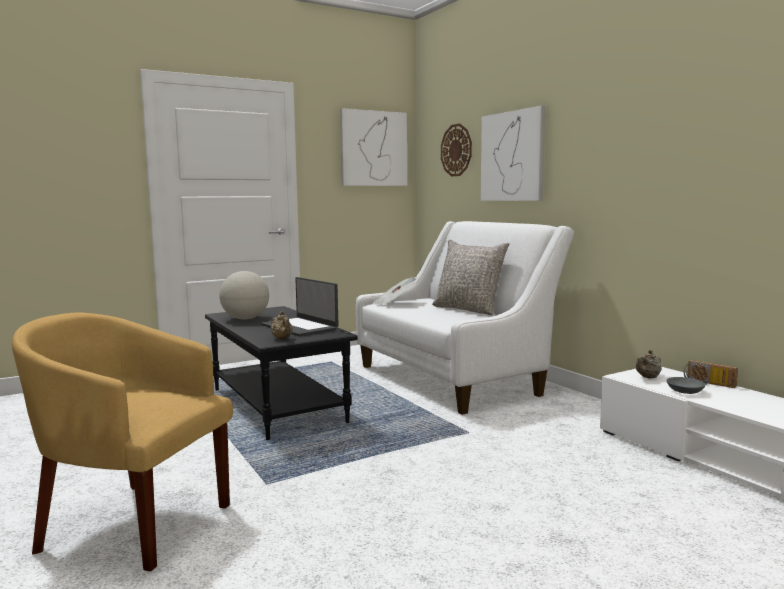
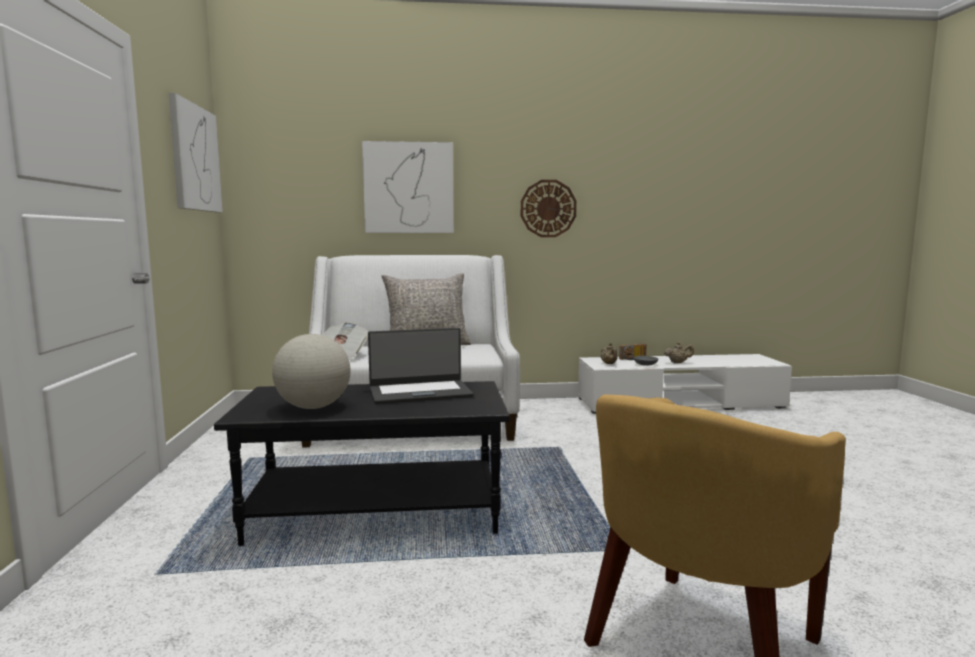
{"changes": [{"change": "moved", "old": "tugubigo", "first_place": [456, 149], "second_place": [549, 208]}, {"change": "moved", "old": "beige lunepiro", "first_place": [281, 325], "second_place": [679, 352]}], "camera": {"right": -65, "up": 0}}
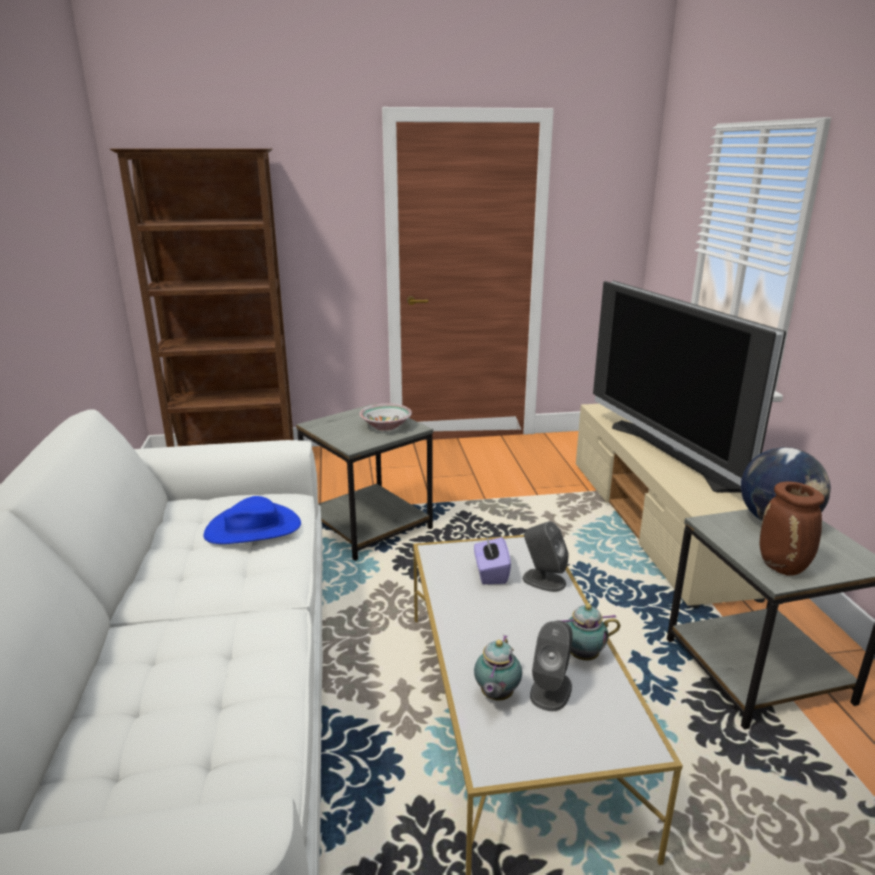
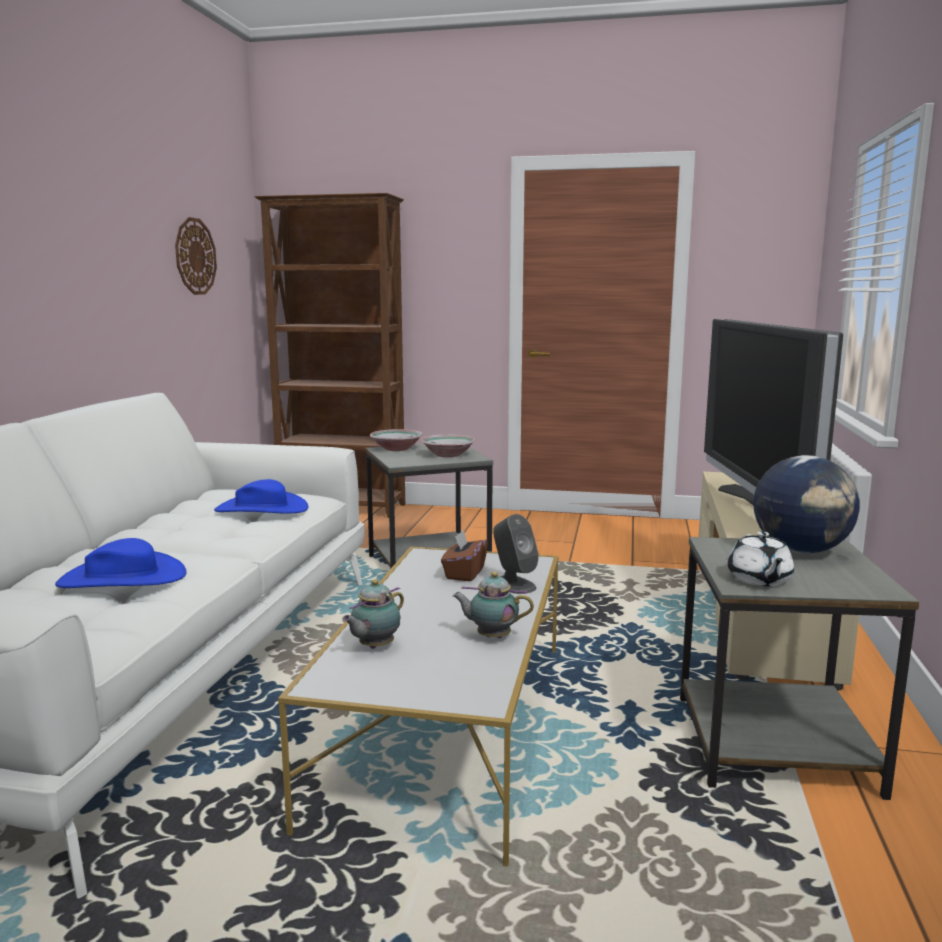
{"changes": [{"change": "replaced", "old": "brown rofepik", "new": "white lunepiro", "first_place": [792, 529], "second_place": [761, 558]}, {"change": "recoloured", "old": "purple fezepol", "new": "brown fezepol", "first_place": [492, 559], "second_place": [464, 555]}, {"change": "removed", "old": "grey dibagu", "first_place": [551, 666]}, {"change": "added", "new": "tugubigo", "second_place": [196, 256]}, {"change": "added", "new": "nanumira", "second_place": [396, 440]}, {"change": "added", "new": "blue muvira", "second_place": [121, 563]}], "camera": {"right": 20, "up": -10}}
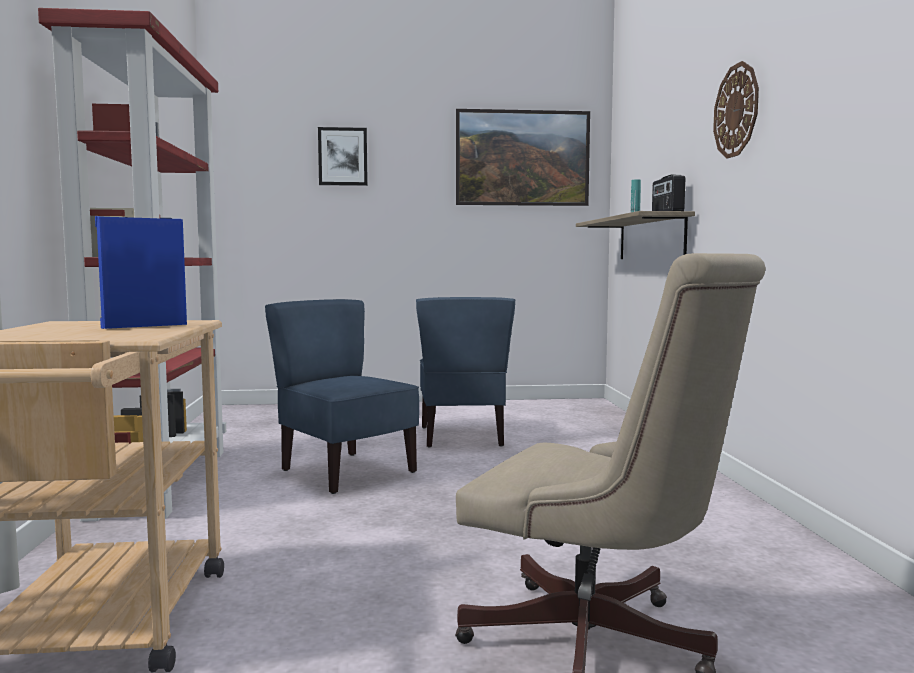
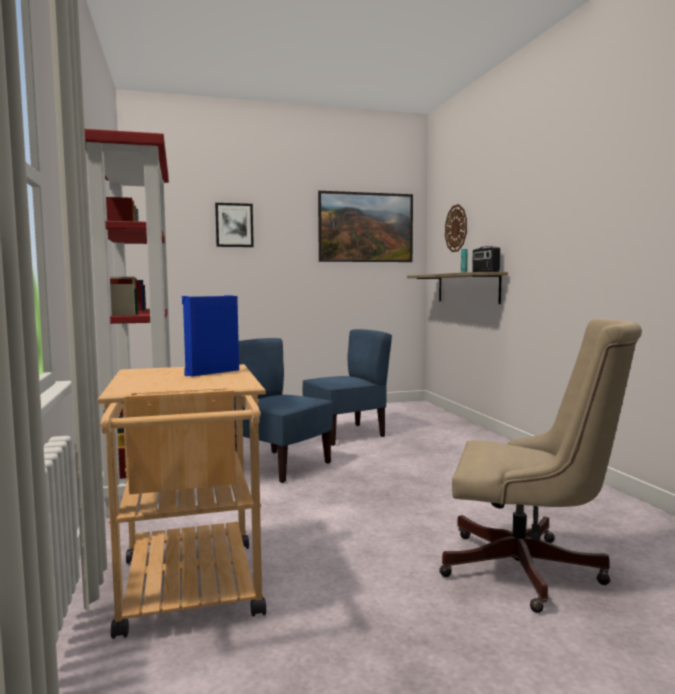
{"changes": [{"change": "moved", "old": "tugubigo", "first_place": [736, 110], "second_place": [456, 228]}, {"change": "turned", "old": "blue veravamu", "first_place": [465, 372], "second_place": [347, 387], "degrees": -105}], "camera": {"right": -10, "up": 0}}
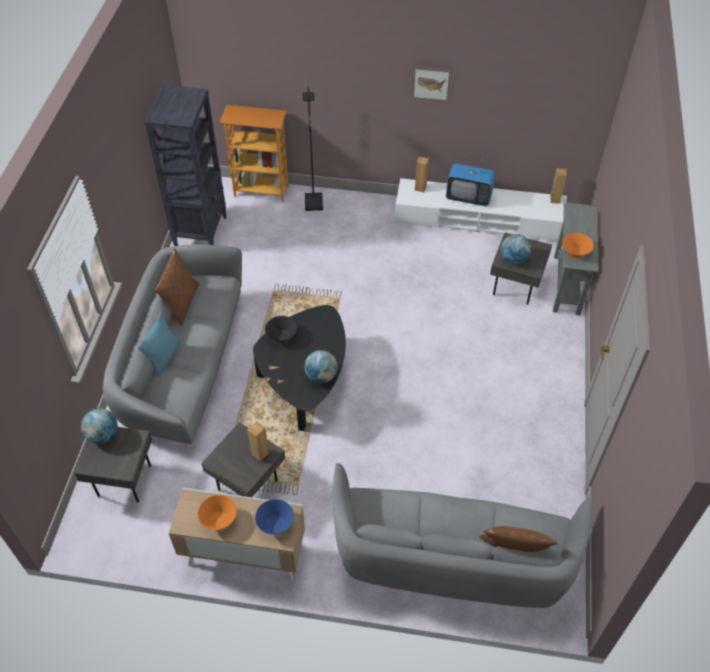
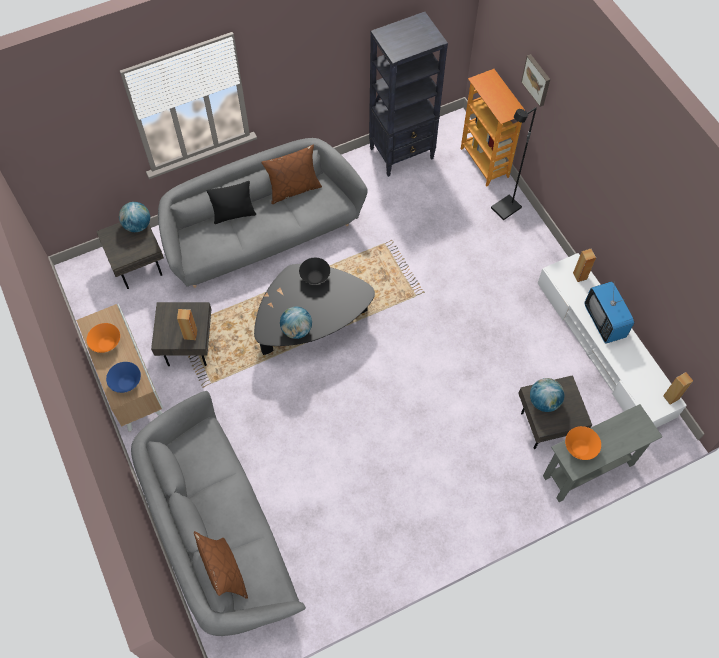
{"changes": [{"change": "moved", "old": "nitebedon", "first_place": [431, 83], "second_place": [535, 80]}, {"change": "recoloured", "old": "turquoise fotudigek", "new": "black fotudigek", "first_place": [159, 345], "second_place": [231, 202]}], "camera": {"right": 55, "up": 10}}
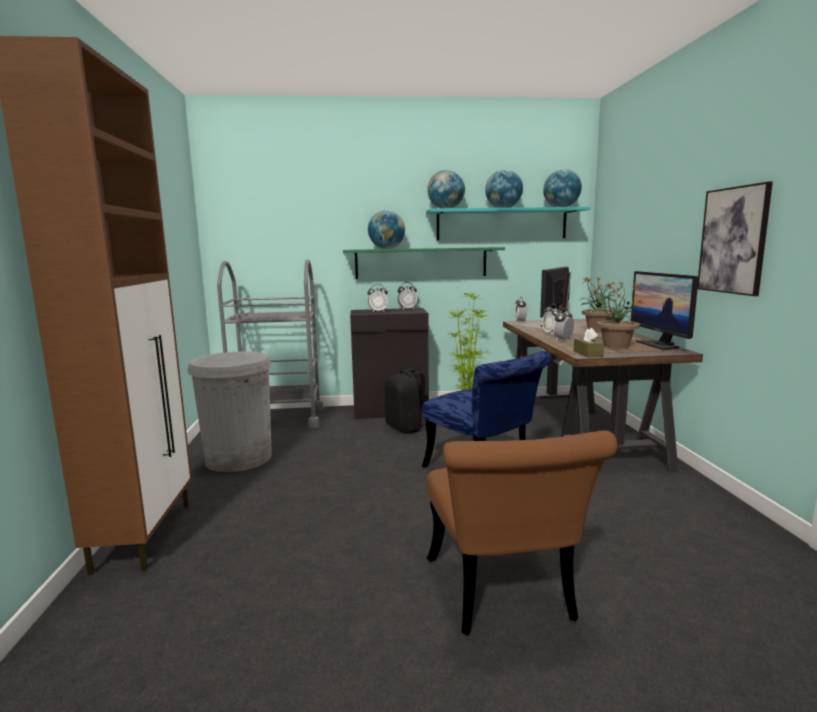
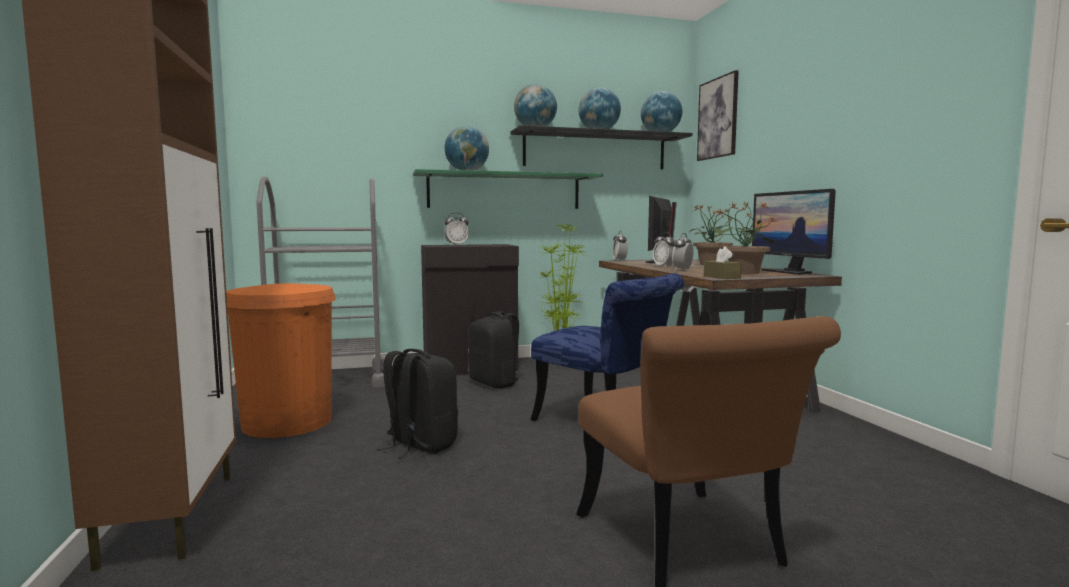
{"changes": [{"change": "moved", "old": "nitebedon", "first_place": [735, 238], "second_place": [718, 115]}, {"change": "recoloured", "old": "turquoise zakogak", "new": "black zakogak", "first_place": [508, 223], "second_place": [601, 147]}, {"change": "removed", "old": "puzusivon", "first_place": [407, 296]}, {"change": "recoloured", "old": "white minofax", "new": "orange minofax", "first_place": [229, 411], "second_place": [281, 360]}, {"change": "added", "new": "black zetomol", "second_place": [417, 404]}], "camera": {"right": -10, "up": -5}}
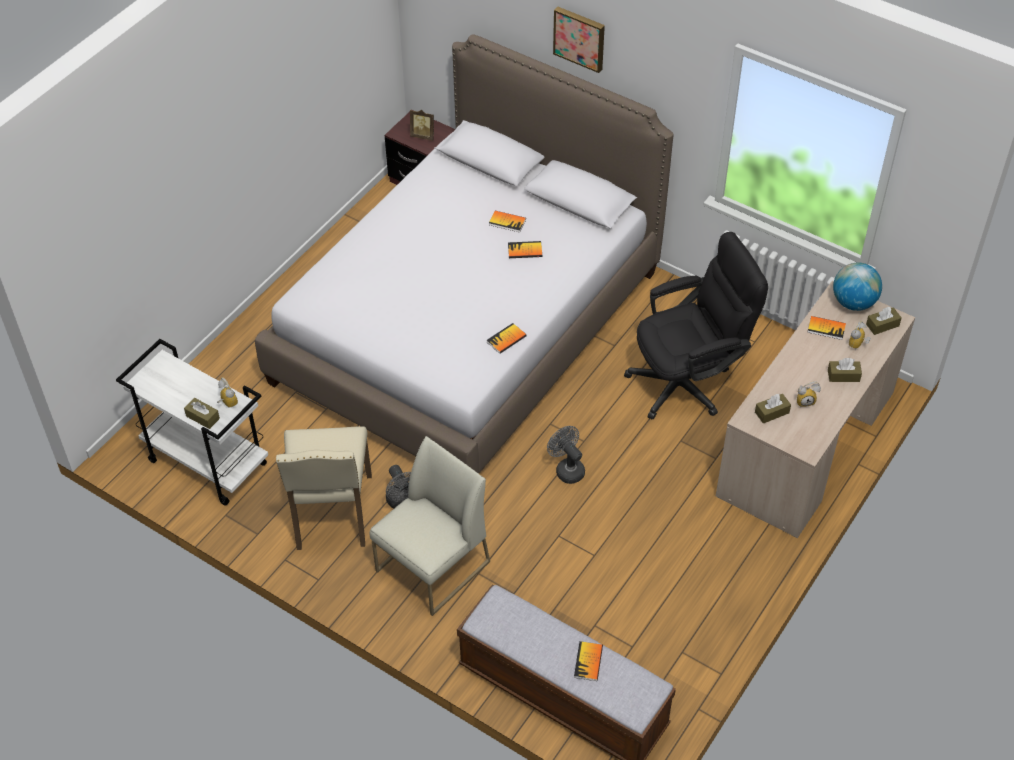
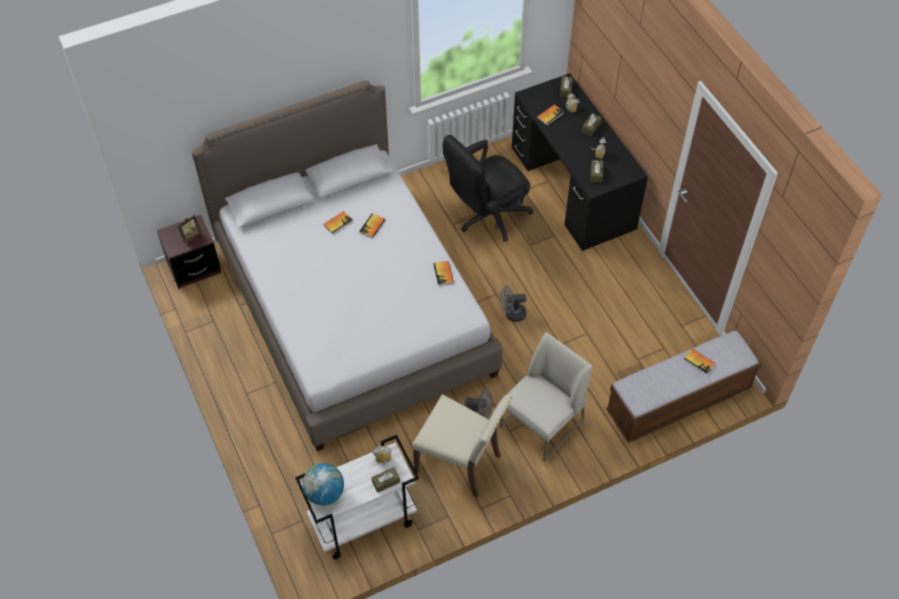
{"changes": [{"change": "removed", "old": "nitebedon", "first_place": [579, 40]}, {"change": "turned", "old": "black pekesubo", "first_place": [696, 326], "second_place": [488, 188], "degrees": -135}, {"change": "moved", "old": "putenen", "first_place": [857, 287], "second_place": [323, 484]}, {"change": "recoloured", "old": "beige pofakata", "new": "black pofakata", "first_place": [815, 409], "second_place": [580, 162]}, {"change": "turned", "old": "white veravamu", "first_place": [430, 526], "second_place": [546, 397], "degrees": 60}], "camera": {"right": -60, "up": 5}}
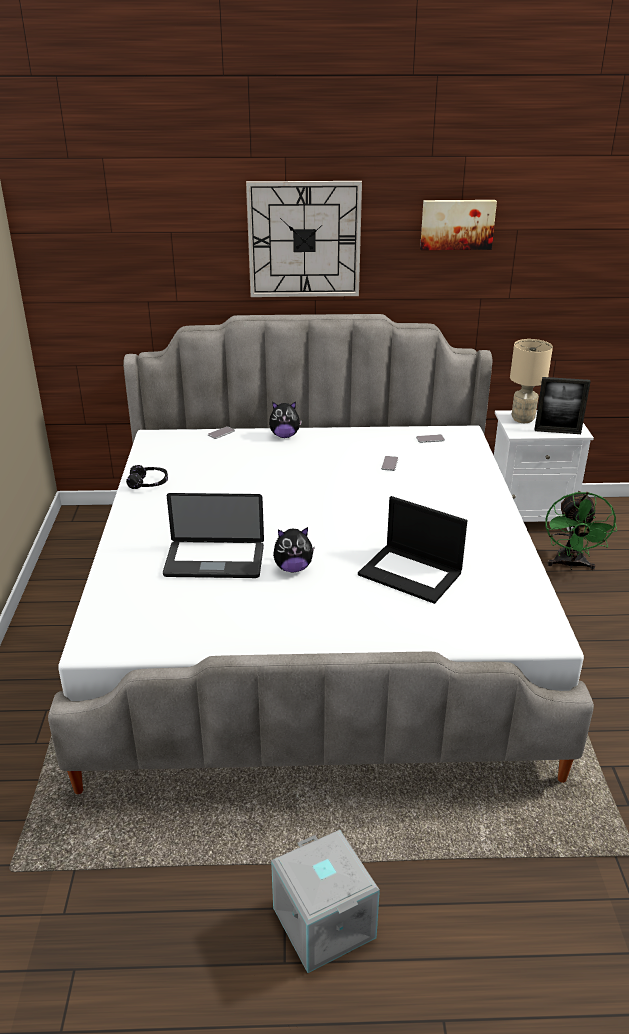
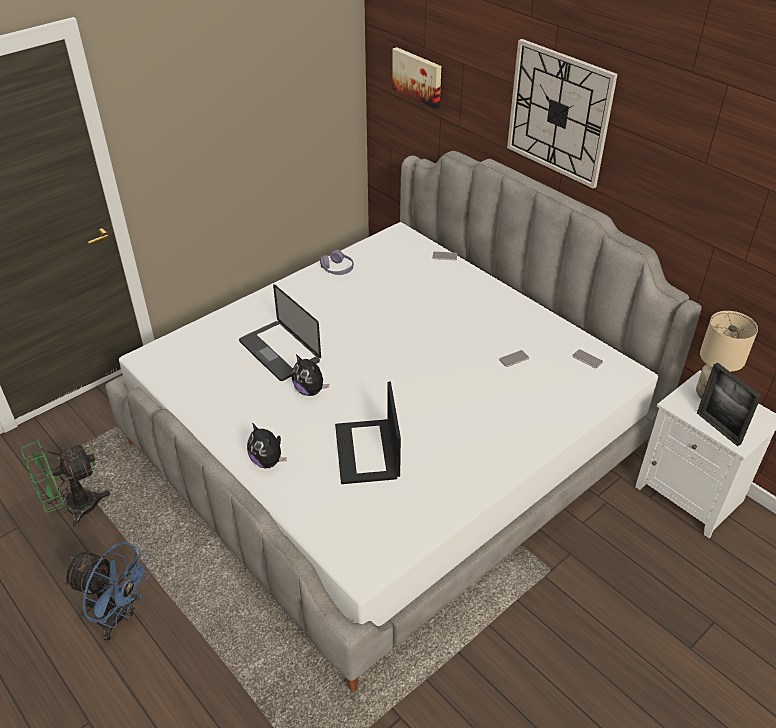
{"changes": [{"change": "moved", "old": "nitebedon", "first_place": [458, 225], "second_place": [416, 78]}, {"change": "moved", "old": "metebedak", "first_place": [285, 419], "second_place": [267, 445]}, {"change": "recoloured", "old": "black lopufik", "new": "purple lopufik", "first_place": [147, 477], "second_place": [337, 262]}, {"change": "moved", "old": "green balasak", "first_place": [581, 530], "second_place": [65, 483]}, {"change": "replaced", "old": "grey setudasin", "new": "blue balasak", "first_place": [325, 901], "second_place": [107, 591]}], "camera": {"right": 50, "up": 10}}
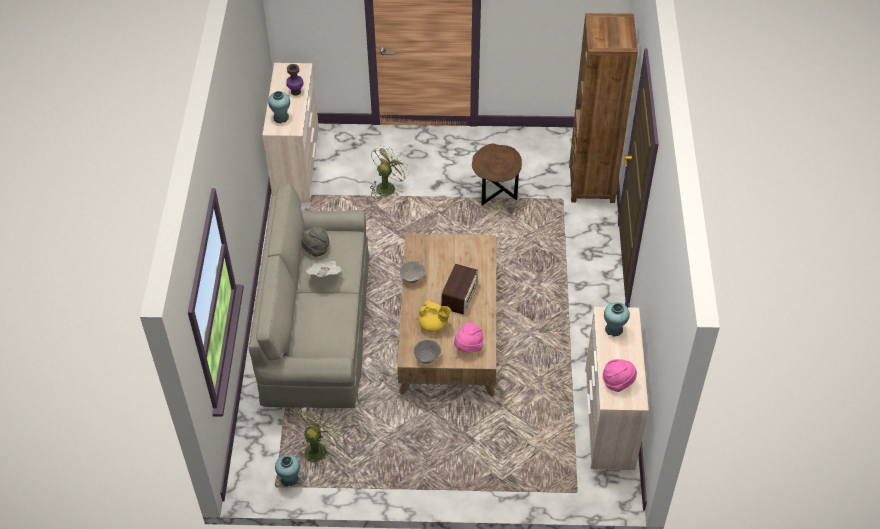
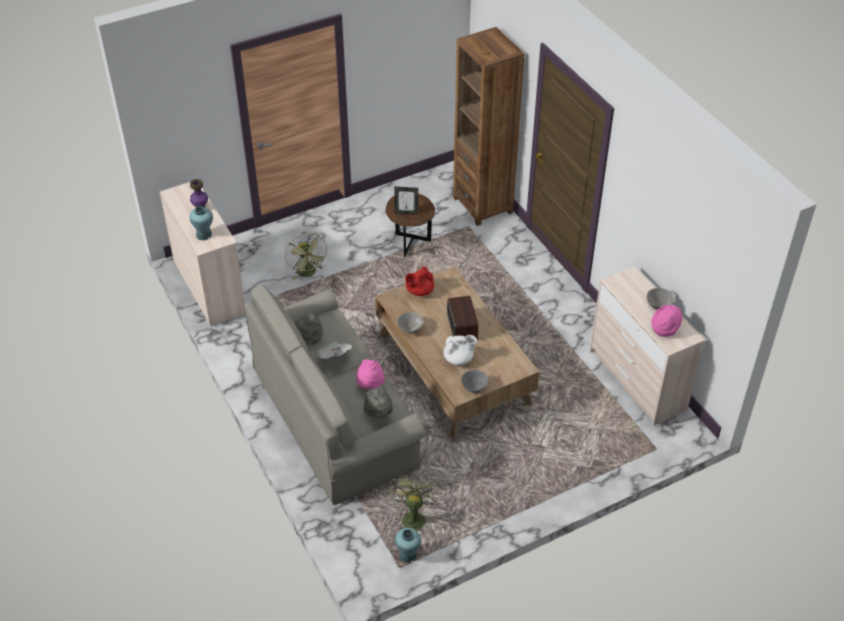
{"changes": [{"change": "turned", "old": "green balasak", "first_place": [389, 170], "second_place": [306, 256], "degrees": 150}, {"change": "recoloured", "old": "yellow lunepiro", "new": "white lunepiro", "first_place": [434, 316], "second_place": [460, 350]}, {"change": "removed", "old": "turquoise rofepik", "first_place": [617, 319]}, {"change": "moved", "old": "pink muvira", "first_place": [469, 337], "second_place": [371, 374]}, {"change": "added", "new": "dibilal", "second_place": [406, 201]}, {"change": "added", "new": "red lunepiro", "second_place": [419, 281]}, {"change": "added", "new": "grey nanumira", "second_place": [660, 299]}, {"change": "added", "new": "grey muvira", "second_place": [378, 402]}], "camera": {"right": -30, "up": -5}}
